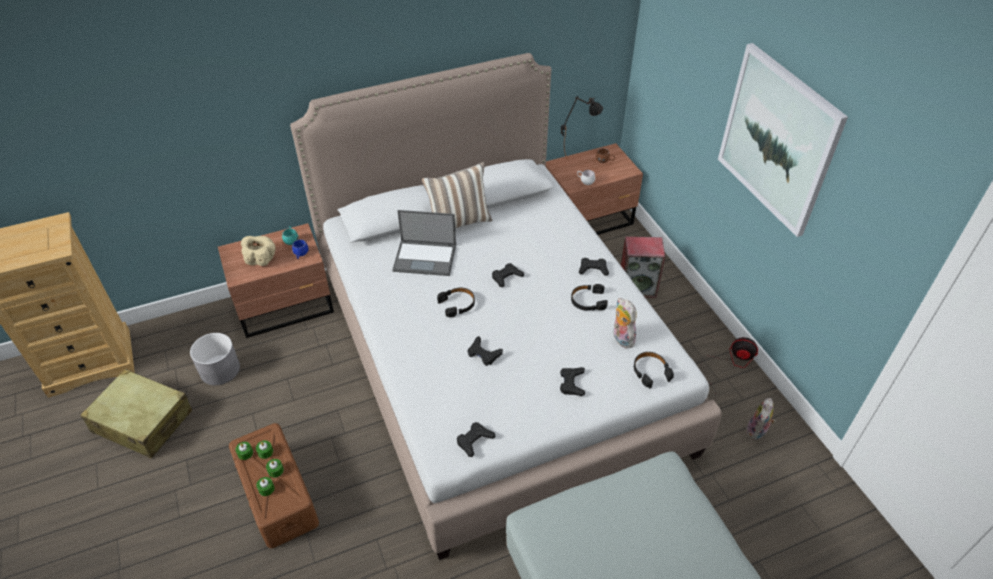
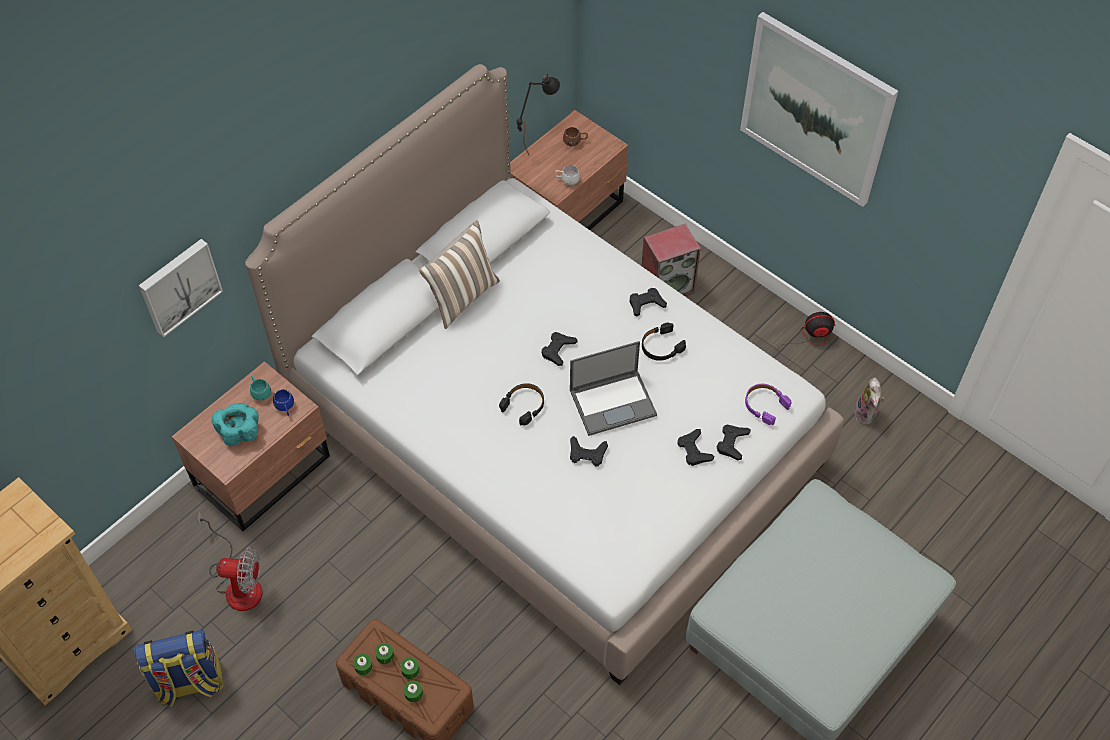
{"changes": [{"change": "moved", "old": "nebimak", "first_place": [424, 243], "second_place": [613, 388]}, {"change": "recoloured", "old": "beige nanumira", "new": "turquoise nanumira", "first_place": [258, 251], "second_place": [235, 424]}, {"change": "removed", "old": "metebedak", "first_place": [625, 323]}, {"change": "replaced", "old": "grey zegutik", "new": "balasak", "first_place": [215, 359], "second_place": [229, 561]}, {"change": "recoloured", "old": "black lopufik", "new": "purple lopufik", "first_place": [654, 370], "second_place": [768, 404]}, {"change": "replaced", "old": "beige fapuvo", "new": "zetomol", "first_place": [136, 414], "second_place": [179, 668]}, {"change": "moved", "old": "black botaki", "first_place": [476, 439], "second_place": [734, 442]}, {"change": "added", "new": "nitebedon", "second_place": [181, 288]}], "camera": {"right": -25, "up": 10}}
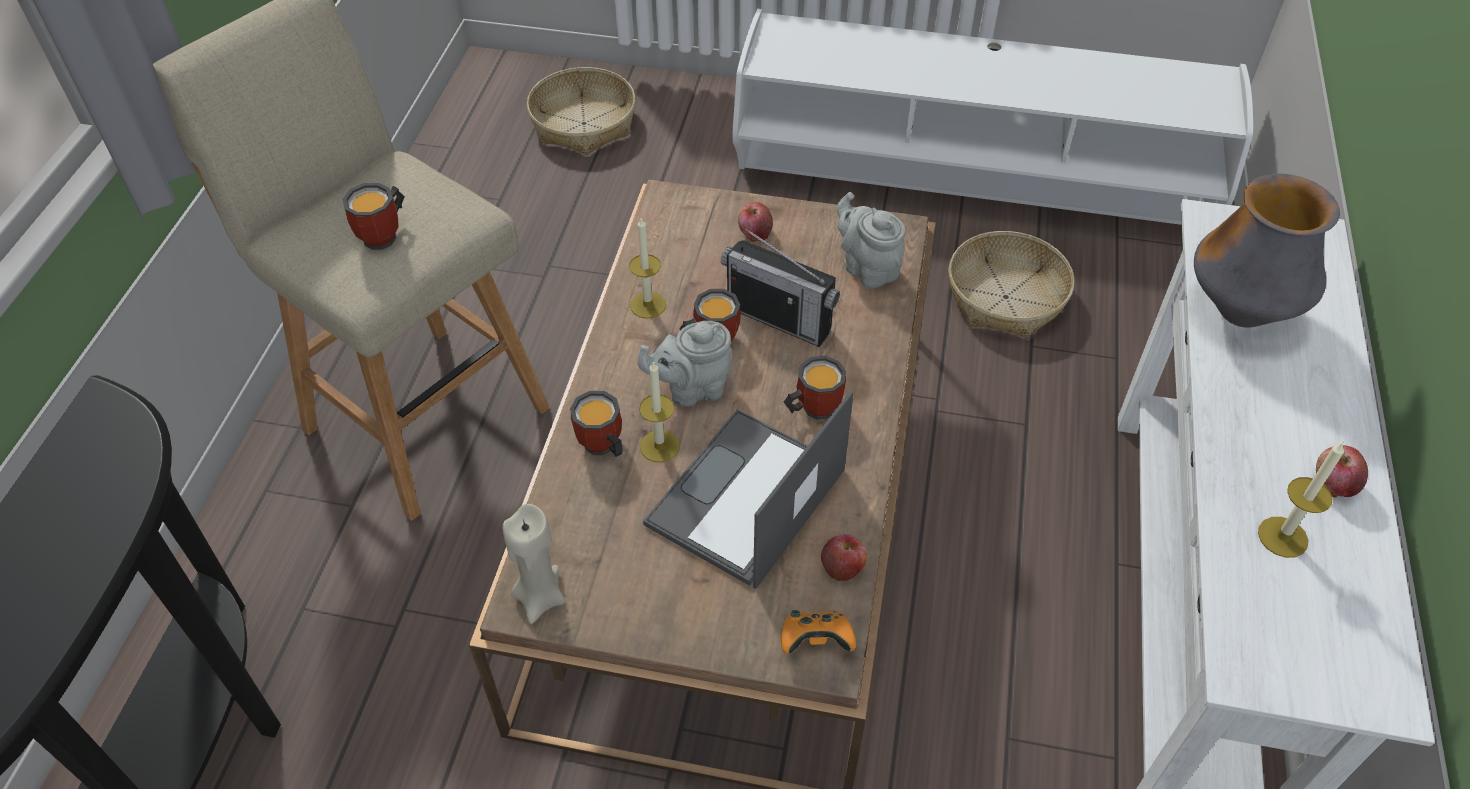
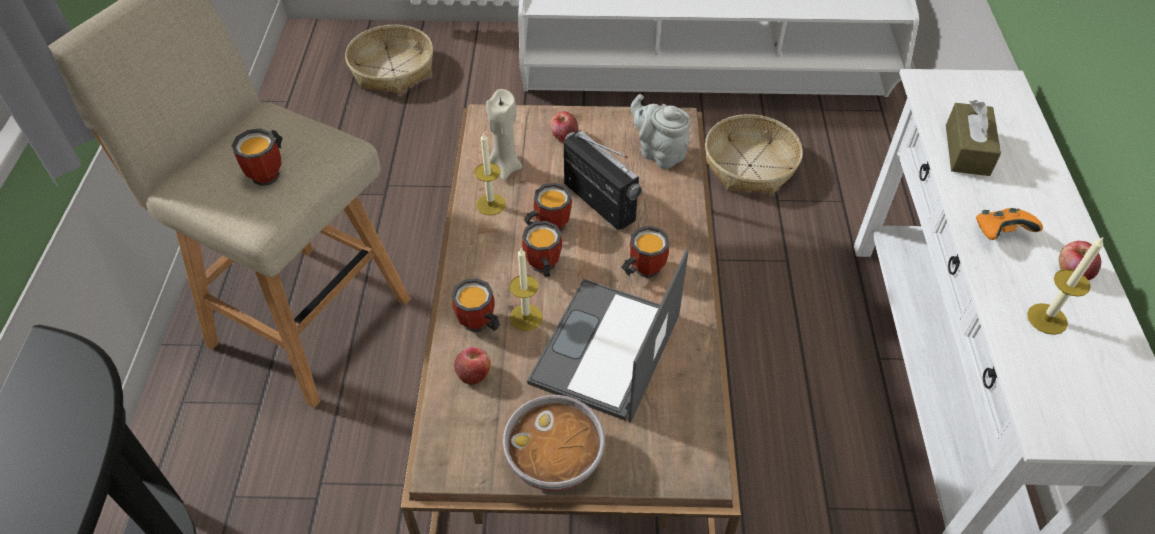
{"changes": [{"change": "replaced", "old": "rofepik", "new": "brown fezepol", "first_place": [1267, 251], "second_place": [973, 138]}, {"change": "turned", "old": "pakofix", "first_place": [780, 286], "second_place": [603, 180], "degrees": -150}, {"change": "replaced", "old": "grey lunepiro", "new": "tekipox", "first_place": [685, 364], "second_place": [542, 249]}, {"change": "moved", "old": "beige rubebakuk", "first_place": [534, 564], "second_place": [504, 135]}, {"change": "moved", "old": "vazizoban", "first_place": [844, 557], "second_place": [472, 366]}, {"change": "moved", "old": "orange botaki", "first_place": [818, 632], "second_place": [1009, 224]}, {"change": "added", "new": "nanumira", "second_place": [554, 443]}], "camera": {"right": -10, "up": 0}}
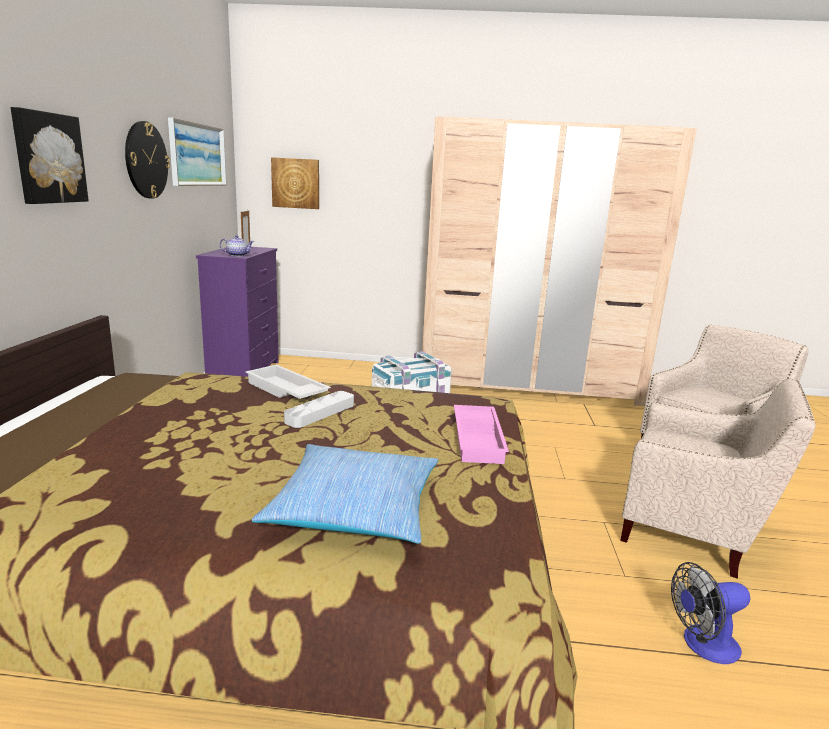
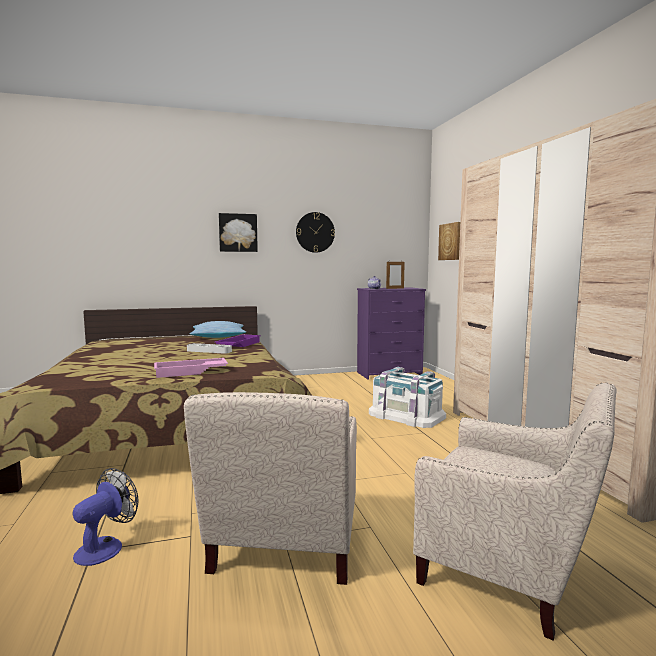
{"changes": [{"change": "removed", "old": "nitebedon", "first_place": [197, 151]}, {"change": "recoloured", "old": "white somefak", "new": "purple somefak", "first_place": [288, 382], "second_place": [238, 340]}, {"change": "moved", "old": "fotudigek", "first_place": [345, 494], "second_place": [218, 329]}, {"change": "turned", "old": "balasak", "first_place": [711, 613], "second_place": [106, 517], "degrees": 60}], "camera": {"right": 70, "up": -10}}
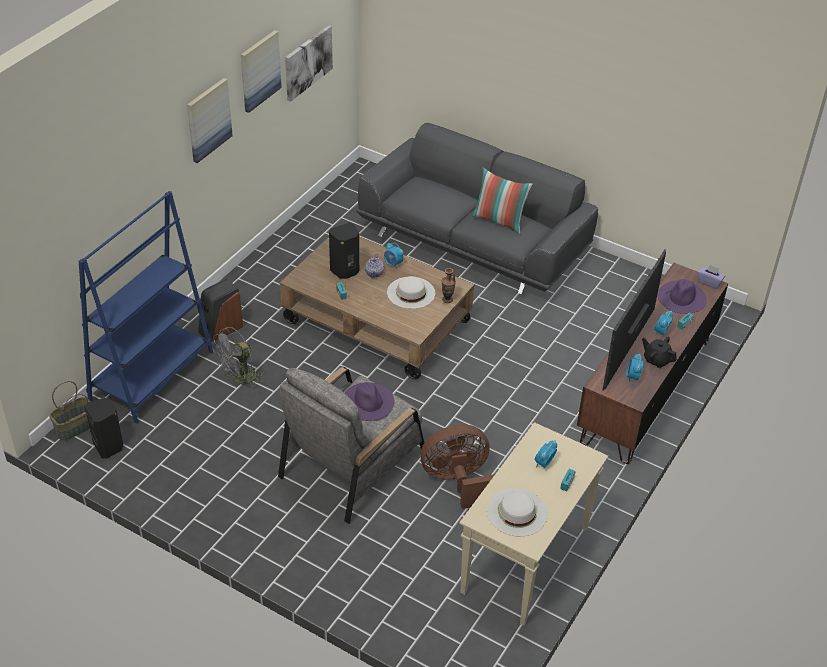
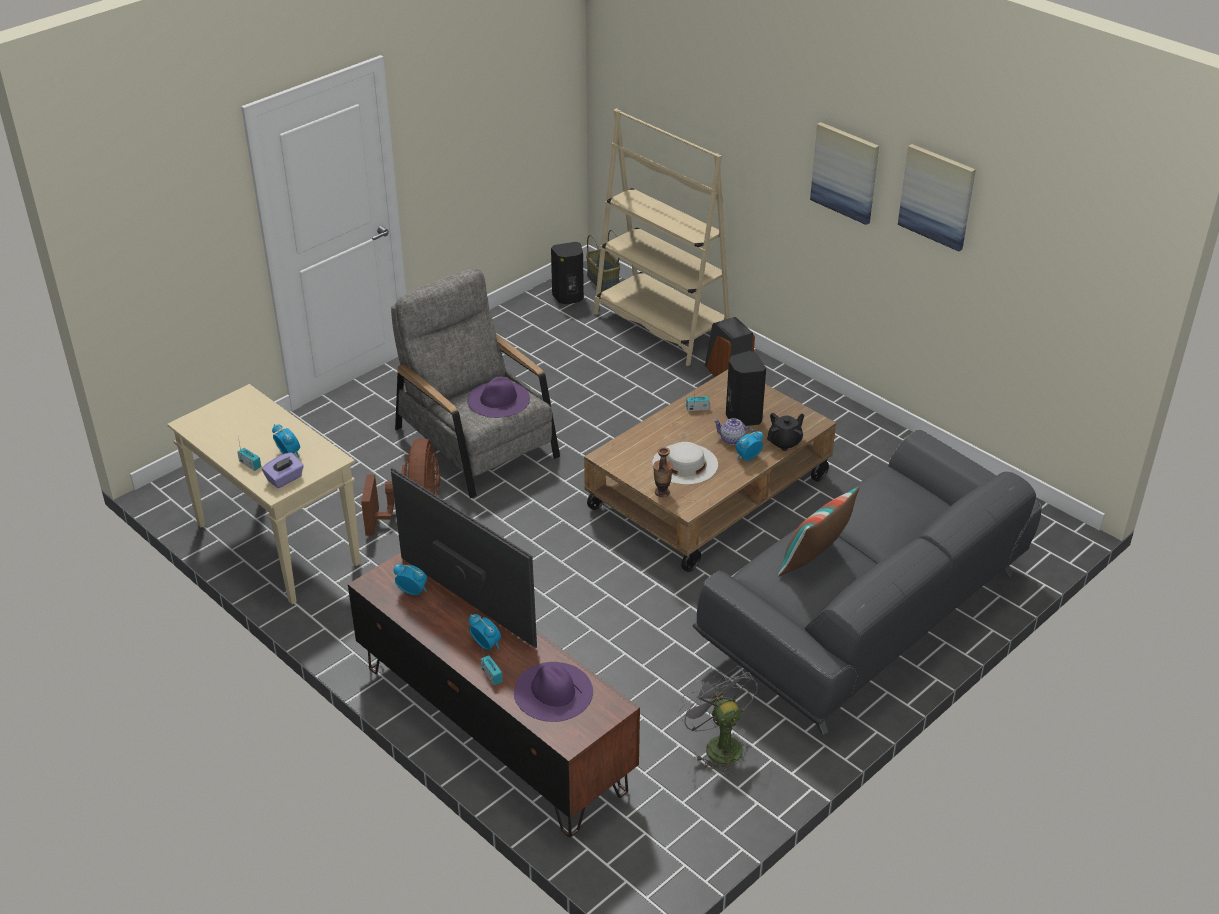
{"changes": [{"change": "removed", "old": "nitebedon", "first_place": [309, 63]}, {"change": "recoloured", "old": "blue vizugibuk", "new": "beige vizugibuk", "first_place": [146, 307], "second_place": [662, 237]}, {"change": "moved", "old": "purple fezepol", "first_place": [711, 276], "second_place": [283, 470]}, {"change": "moved", "old": "grey balasak", "first_place": [238, 357], "second_place": [718, 720]}, {"change": "moved", "old": "black lunepiro", "first_place": [659, 352], "second_place": [785, 432]}, {"change": "removed", "old": "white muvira", "first_place": [517, 512]}], "camera": {"right": 105, "up": -5}}
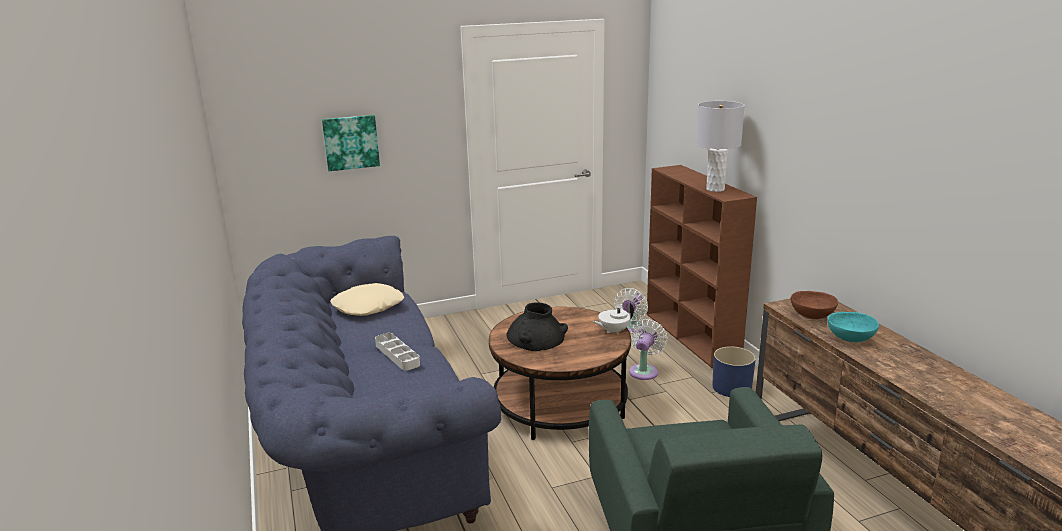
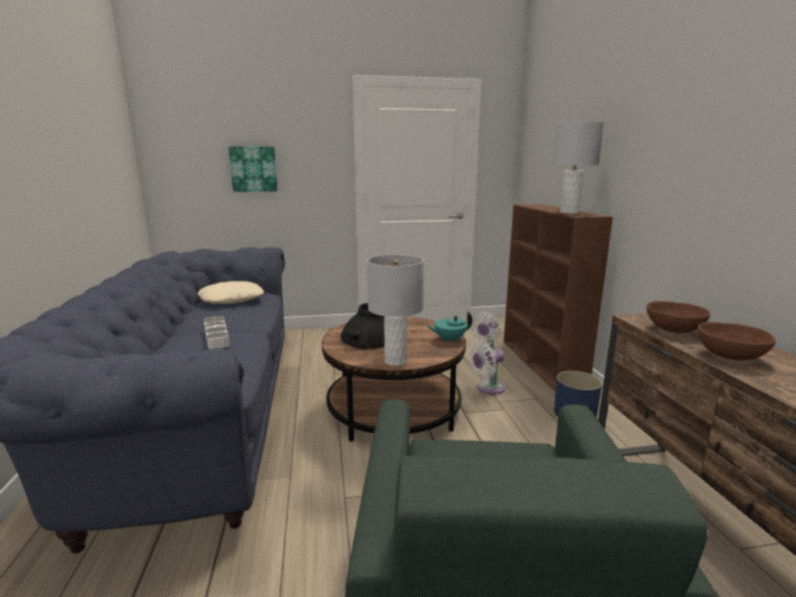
{"changes": [{"change": "recoloured", "old": "white lunepiro", "new": "turquoise lunepiro", "first_place": [613, 318], "second_place": [449, 326]}, {"change": "recoloured", "old": "turquoise nanumira", "new": "brown nanumira", "first_place": [853, 327], "second_place": [737, 341]}, {"change": "turned", "old": "white balasak", "first_place": [648, 349], "second_place": [487, 367], "degrees": -150}, {"change": "added", "new": "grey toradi", "second_place": [395, 310]}], "camera": {"right": 10, "up": -5}}
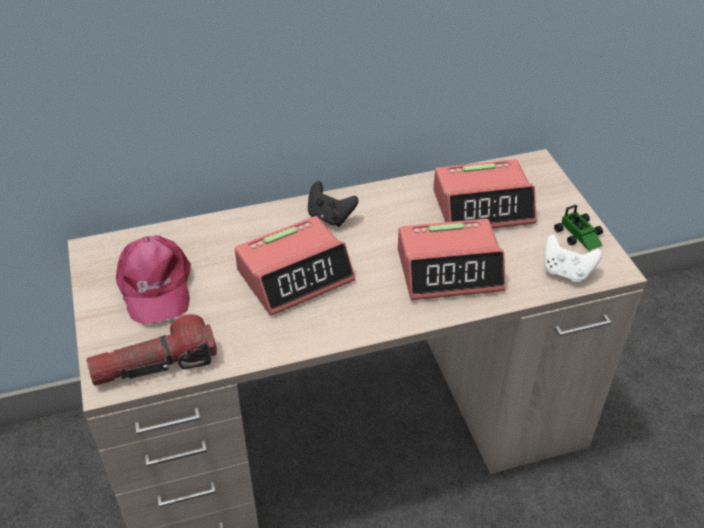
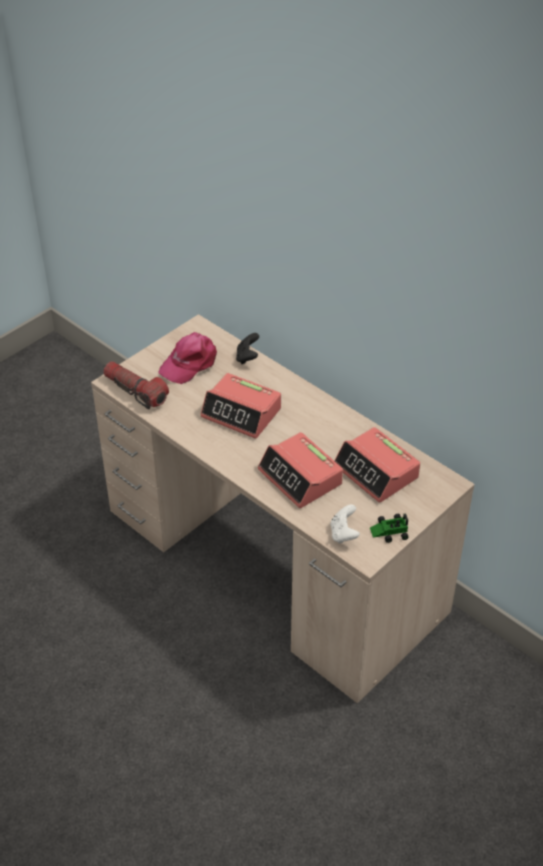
{"changes": [{"change": "moved", "old": "black botaki", "first_place": [333, 204], "second_place": [247, 348]}, {"change": "turned", "old": "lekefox", "first_place": [578, 227], "second_place": [389, 528], "degrees": 45}], "camera": {"right": 60, "up": 0}}
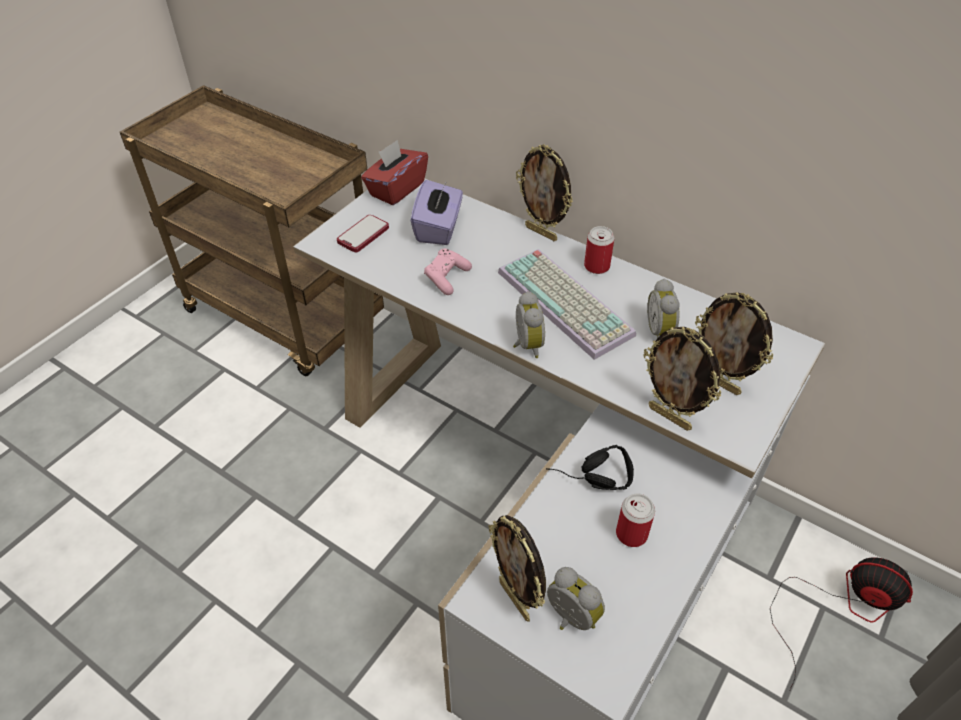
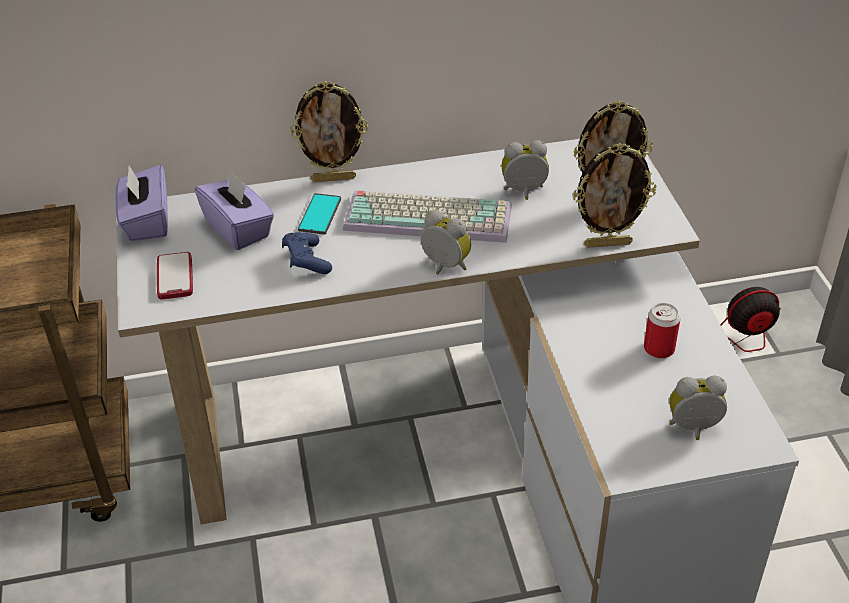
{"changes": [{"change": "recoloured", "old": "red fezepol", "new": "purple fezepol", "first_place": [394, 172], "second_place": [141, 203]}, {"change": "removed", "old": "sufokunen", "first_place": [599, 250]}, {"change": "recoloured", "old": "pink botaki", "new": "blue botaki", "first_place": [448, 272], "second_place": [307, 253]}, {"change": "turned", "old": "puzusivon", "first_place": [663, 309], "second_place": [525, 170], "degrees": 135}, {"change": "removed", "old": "black lopufik", "first_place": [590, 467]}, {"change": "removed", "old": "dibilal", "first_place": [517, 568]}, {"change": "added", "new": "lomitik", "second_place": [319, 214]}], "camera": {"right": -45, "up": -5}}
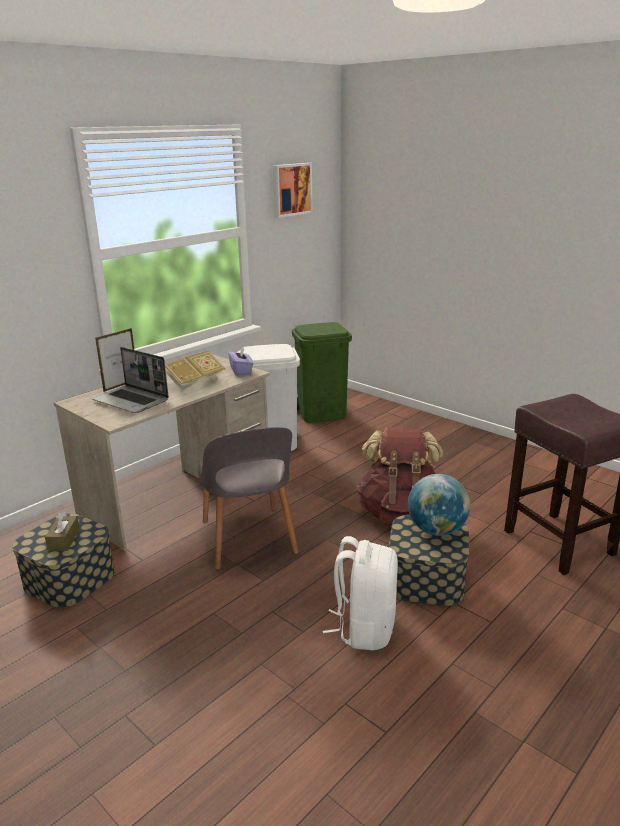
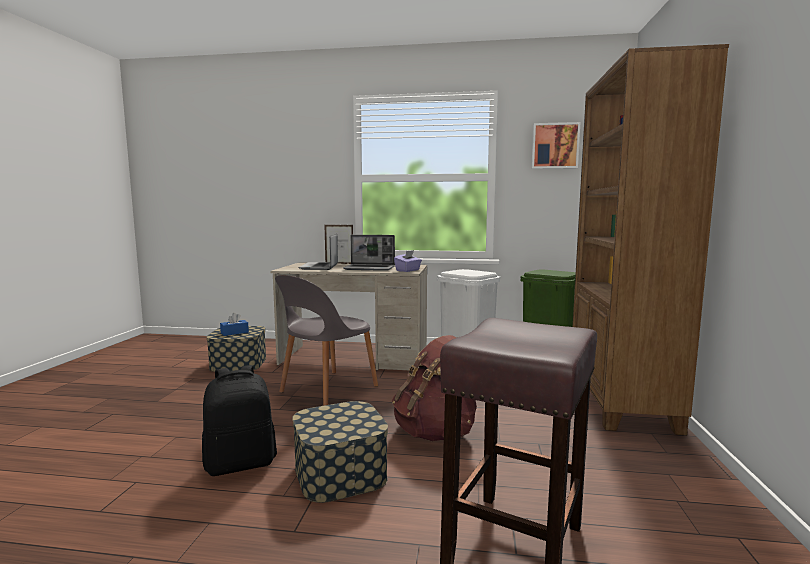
{"changes": [{"change": "replaced", "old": "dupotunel", "new": "nebimak", "first_place": [195, 370], "second_place": [369, 253]}, {"change": "removed", "old": "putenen", "first_place": [439, 505]}, {"change": "recoloured", "old": "brown fezepol", "new": "blue fezepol", "first_place": [62, 531], "second_place": [234, 324]}, {"change": "recoloured", "old": "white zetomol", "new": "black zetomol", "first_place": [360, 593], "second_place": [239, 420]}, {"change": "added", "new": "brown vizugibuk", "second_place": [651, 239]}], "camera": {"right": 55, "up": -15}}
